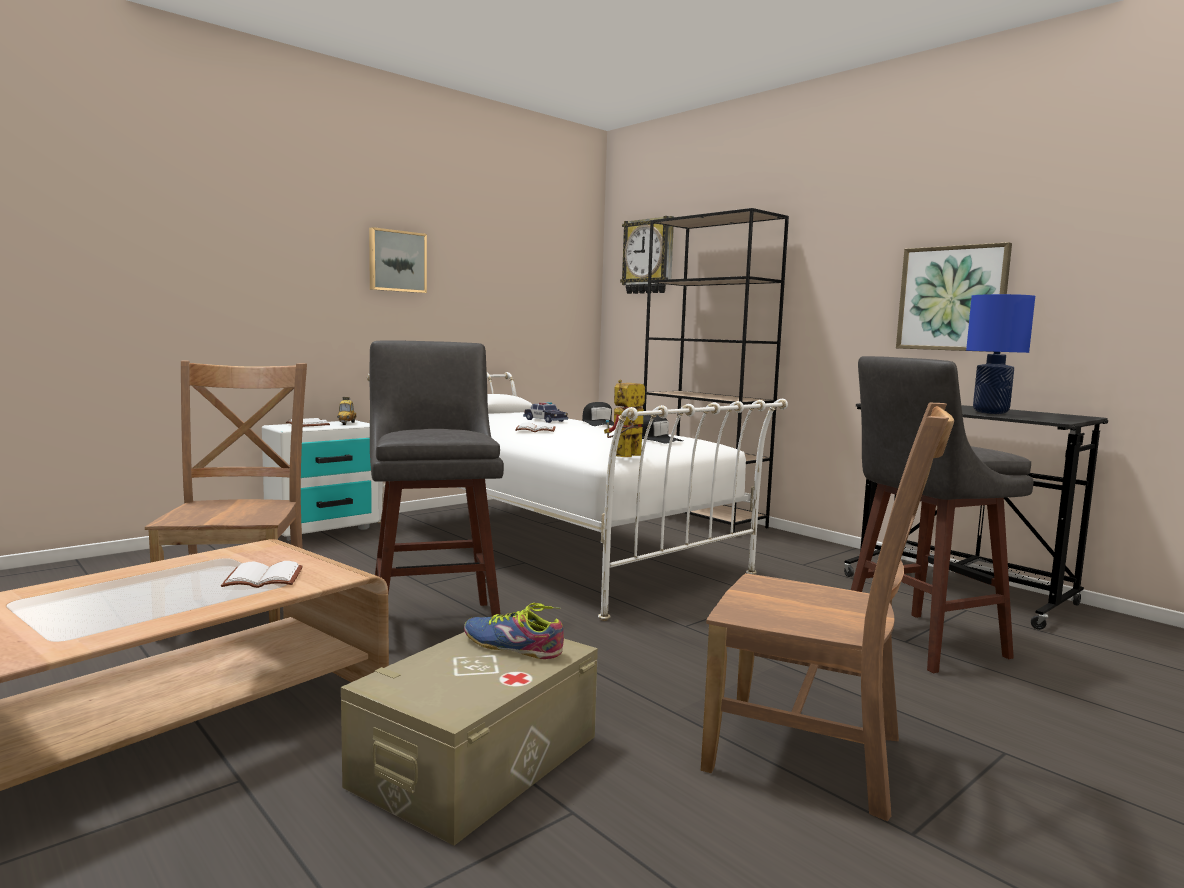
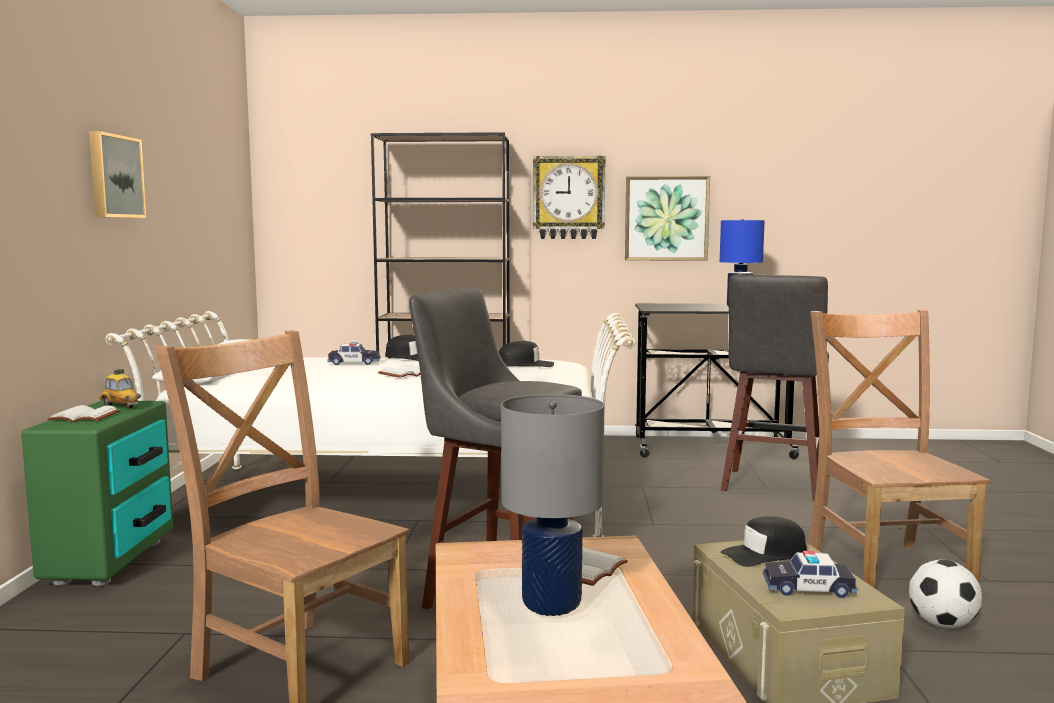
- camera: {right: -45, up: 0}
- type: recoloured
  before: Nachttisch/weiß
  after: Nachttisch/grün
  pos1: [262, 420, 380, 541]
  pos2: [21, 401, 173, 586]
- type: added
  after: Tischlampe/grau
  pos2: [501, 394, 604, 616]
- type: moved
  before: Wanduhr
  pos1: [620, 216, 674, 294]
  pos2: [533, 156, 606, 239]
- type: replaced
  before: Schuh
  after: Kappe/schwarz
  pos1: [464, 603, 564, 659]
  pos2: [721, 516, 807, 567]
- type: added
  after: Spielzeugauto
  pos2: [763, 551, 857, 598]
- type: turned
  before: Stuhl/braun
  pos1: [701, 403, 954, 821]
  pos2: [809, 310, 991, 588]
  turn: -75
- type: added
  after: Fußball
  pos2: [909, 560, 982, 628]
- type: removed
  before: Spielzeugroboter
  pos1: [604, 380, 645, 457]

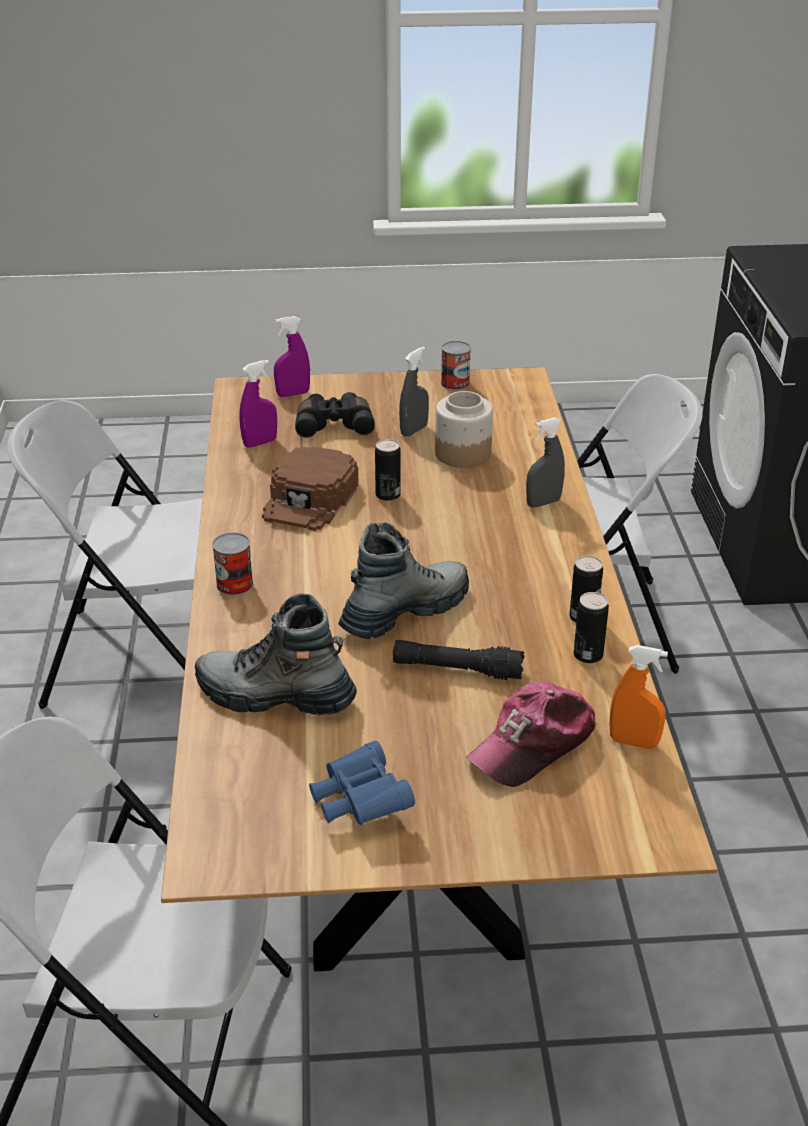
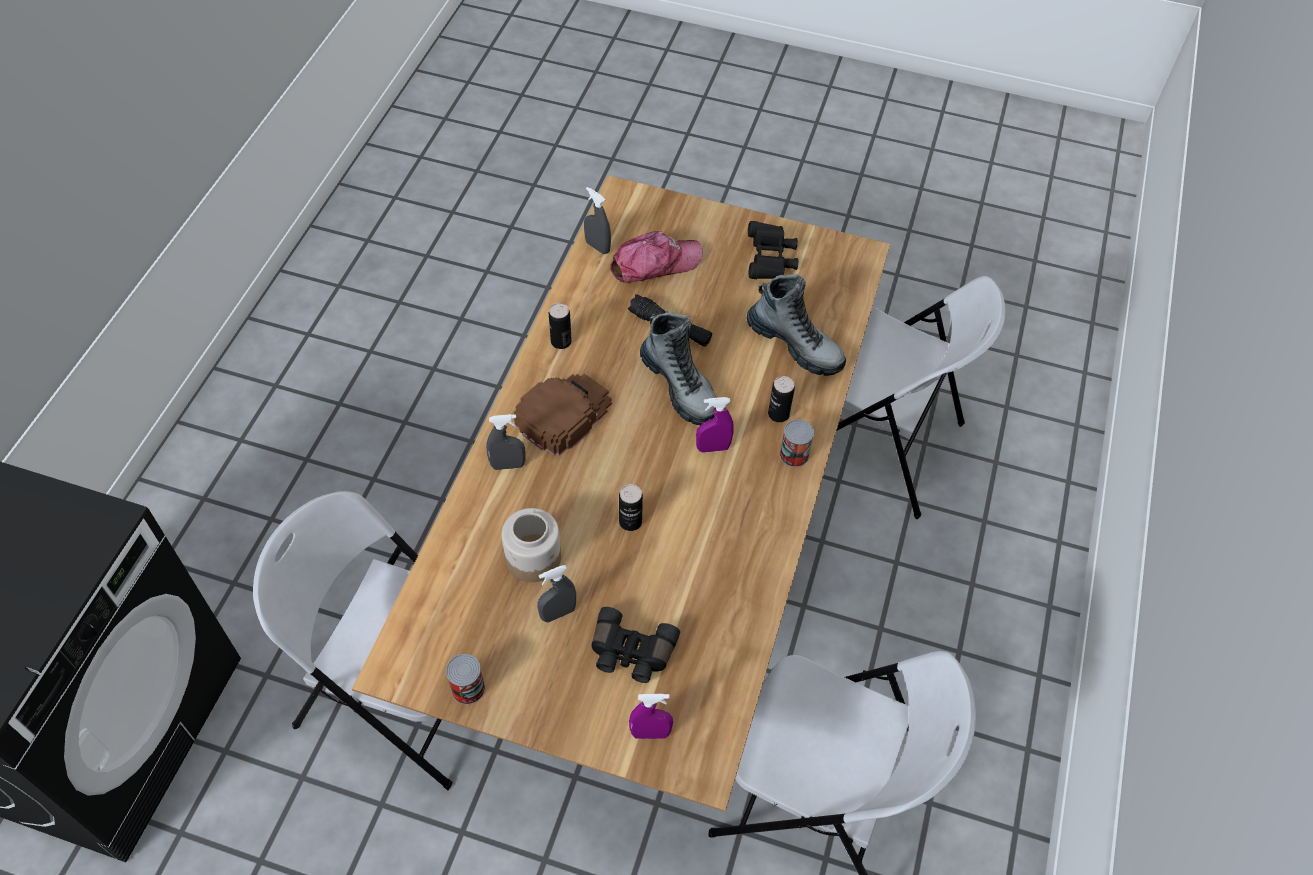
- camera: {right: -160, up: 20}
- type: moved
  before: Kappe/braun
  pos1: [262, 446, 358, 531]
  pos2: [514, 374, 612, 456]
- type: recoloured
  before: Sprühflasche/orange
  after: Sprühflasche/grau
  pos1: [609, 645, 668, 749]
  pos2: [584, 187, 611, 254]
- type: turned
  before: Stiefel
  pos1: [338, 522, 469, 639]
  pos2: [640, 312, 717, 425]
  turn: -105
- type: moved
  before: Sprühflasche/lila
  pos1: [239, 360, 277, 448]
  pos2: [696, 397, 734, 453]
- type: recoloured
  before: Fernglas/blau
  after: Fernglas/schwarz
  pos1: [309, 741, 415, 825]
  pos2: [748, 221, 798, 279]
- type: moved
  before: Dose
  pos1: [574, 592, 609, 663]
  pos2: [768, 376, 795, 422]

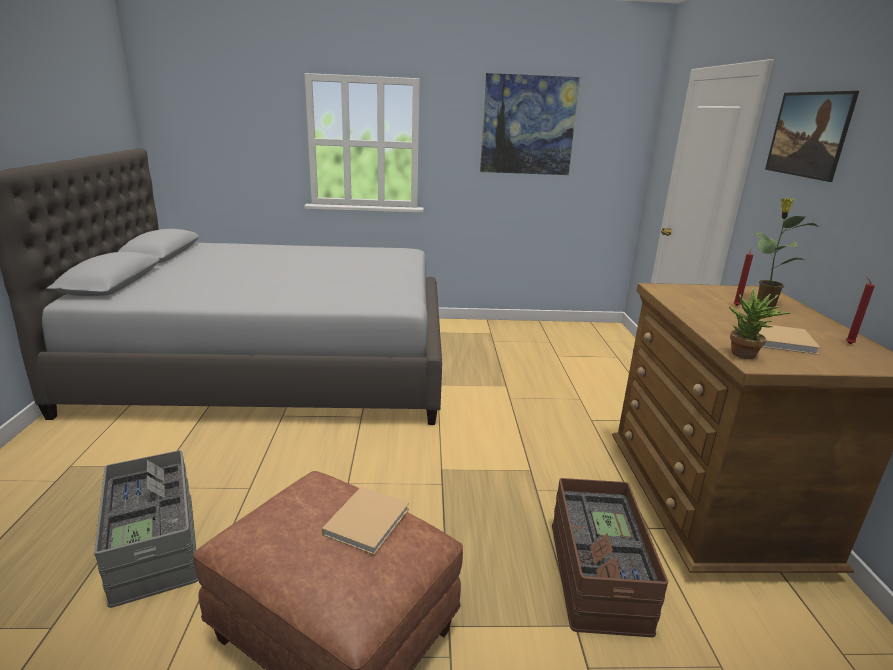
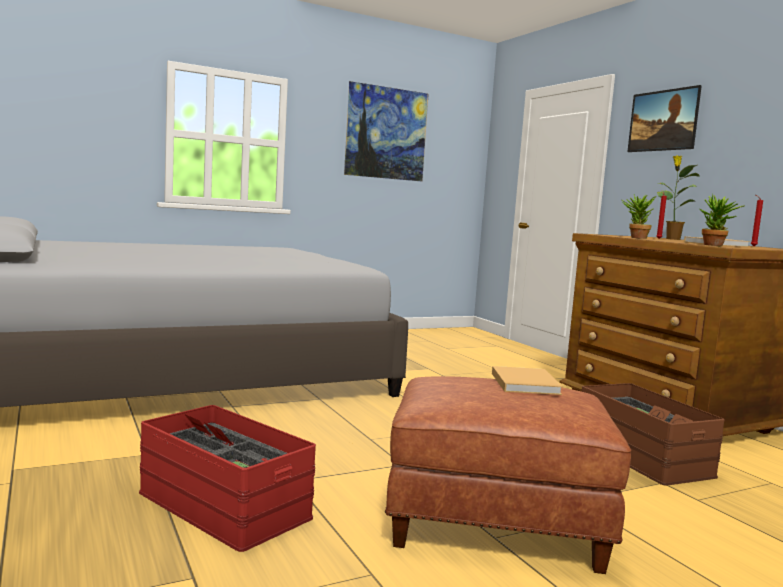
- camera: {right: -25, up: -15}
- type: recoloured
  before: Aufbewahrungsbox/grau
  after: Aufbewahrungsbox/rot
  pos1: [93, 450, 198, 608]
  pos2: [139, 405, 316, 552]
- type: added
  after: Topfpflanze
  pos2: [622, 194, 656, 239]

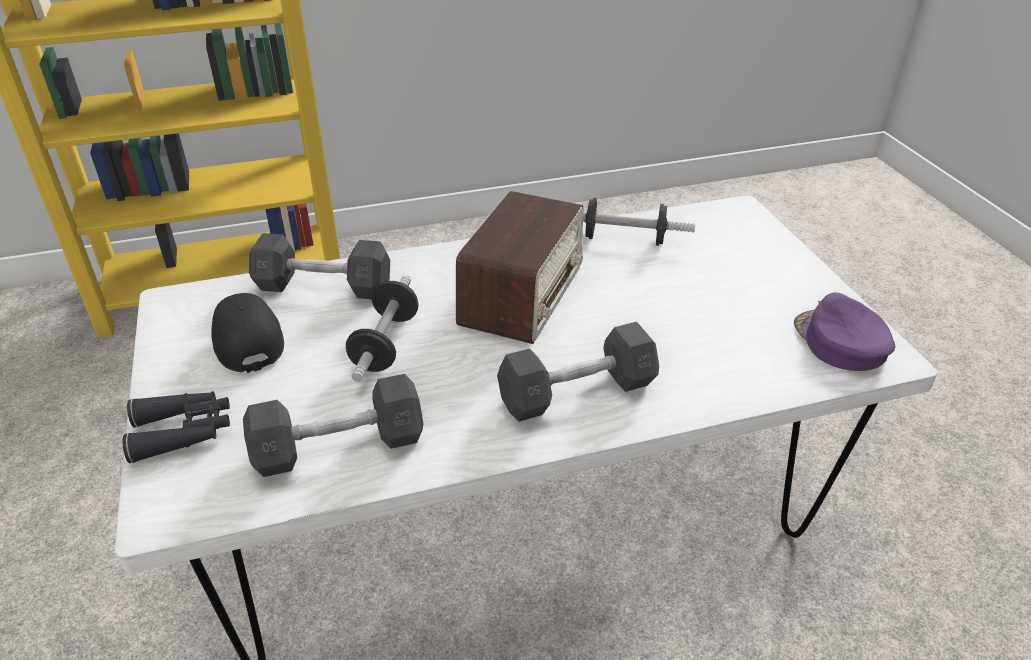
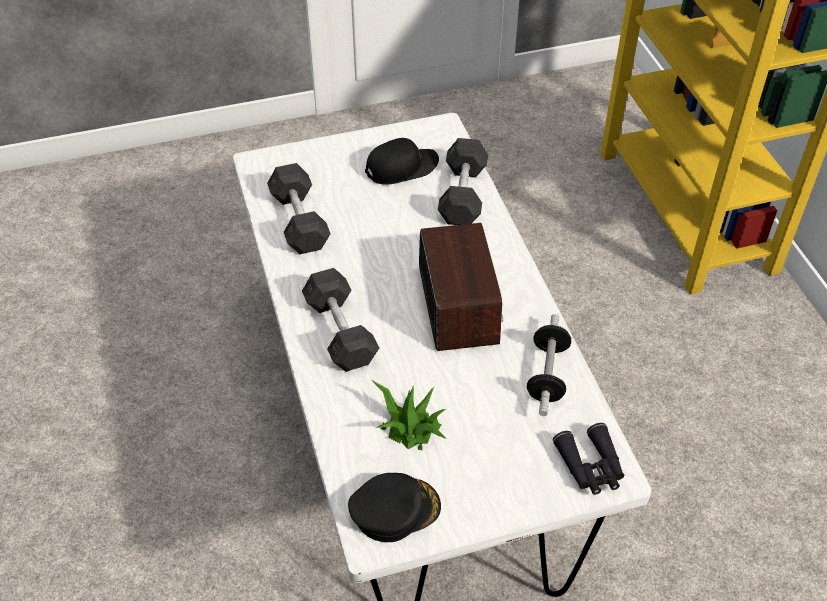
- camera: {right: 90, up: 10}
- type: recoloured
  before: Kappe/lila
  after: Kappe/schwarz
  pos1: [794, 292, 896, 371]
  pos2: [348, 473, 441, 542]
- type: added
  after: Topfpflanze
  pos2: [371, 379, 447, 450]
- type: turned
  before: Radio
  pos1: [456, 191, 583, 344]
  pos2: [419, 223, 503, 351]
  turn: -120
- type: moved
  before: Fernglas/schwarz
  pos1: [123, 391, 230, 463]
  pos2: [553, 423, 624, 495]
- type: removed
  before: Hantel
  pos1: [346, 276, 419, 382]

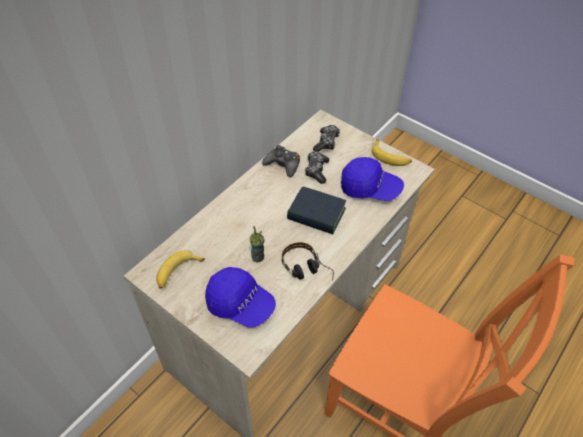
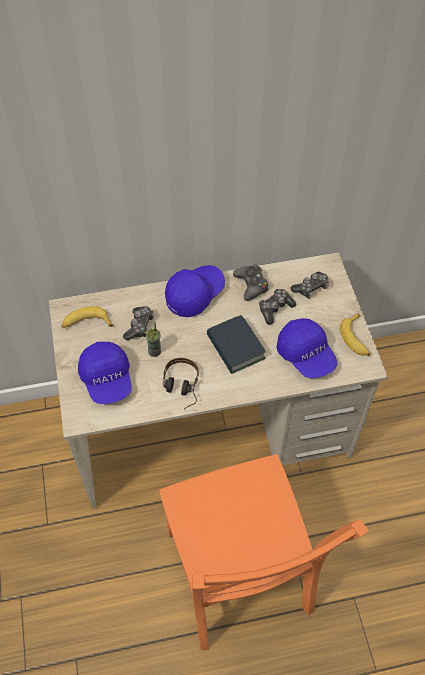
- camera: {right: 40, up: 5}
- type: added
  after: Gamepad
  pos2: [123, 306, 154, 340]
- type: added
  after: Kappe/blau
  pos2: [165, 265, 225, 317]

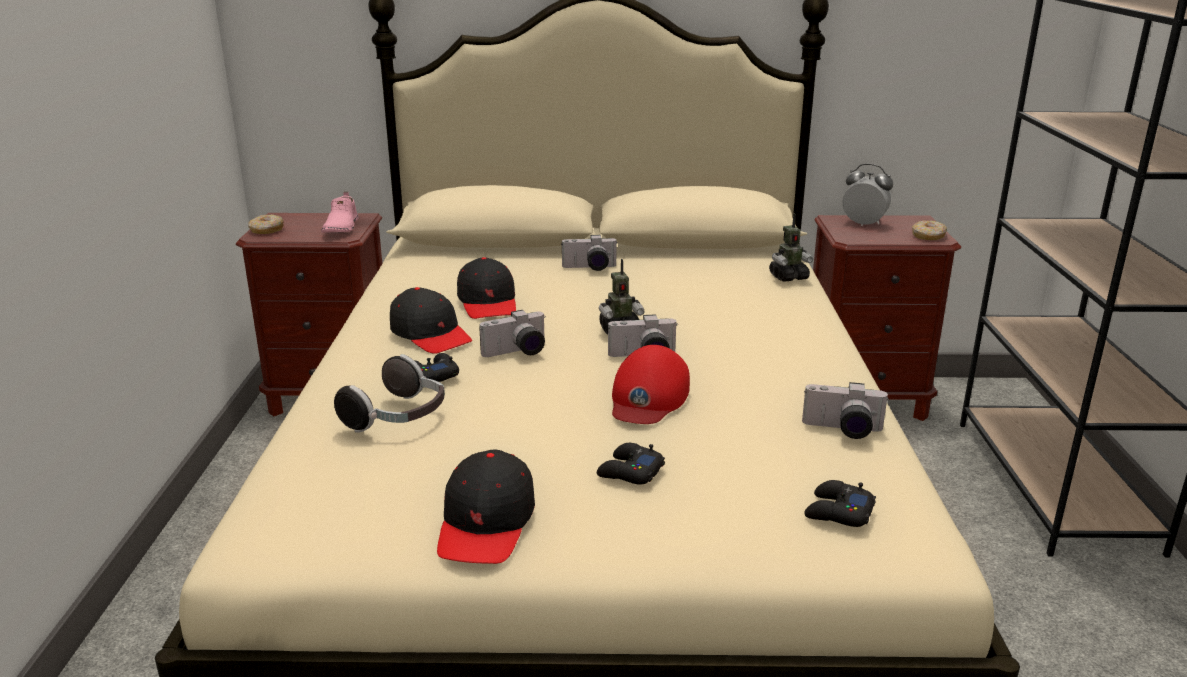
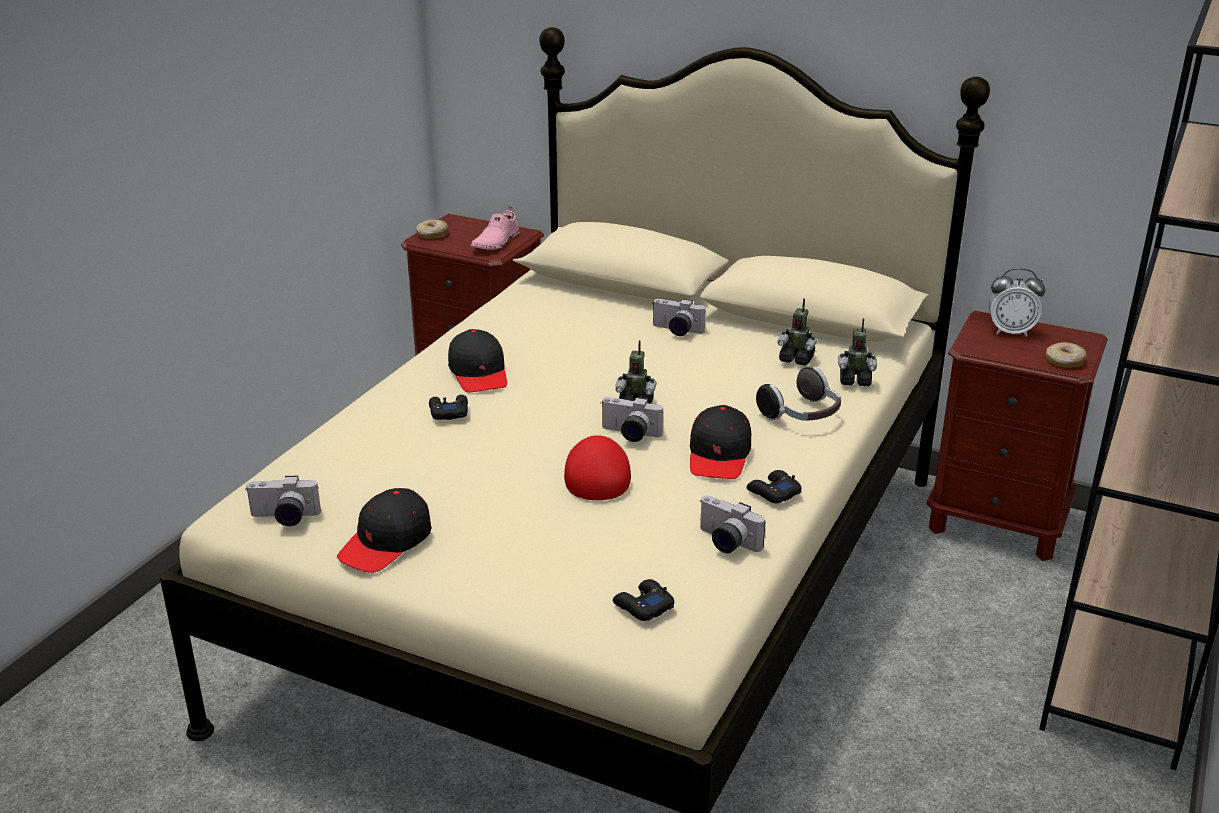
- camera: {right: 25, up: 5}
- type: moved
  before: Kamera
  pos1: [479, 310, 546, 357]
  pos2: [245, 476, 321, 526]
- type: turned
  before: Kappe/rot
  pos1: [612, 345, 690, 424]
  pos2: [564, 435, 631, 500]
  turn: 135
- type: moved
  before: Kappe/schwarz
  pos1: [457, 257, 516, 319]
  pos2: [690, 405, 751, 479]
- type: moved
  before: Gamepad/schwarz
  pos1: [597, 443, 665, 485]
  pos2: [747, 470, 802, 503]
- type: moved
  before: Kopfhörer
  pos1: [334, 354, 445, 433]
  pos2: [756, 367, 841, 421]
- type: added
  after: Spielzeugroboter
  pos2: [777, 298, 817, 365]
- type: turned
  before: Wecker
  pos1: [843, 164, 893, 226]
  pos2: [989, 268, 1046, 337]
  turn: 135

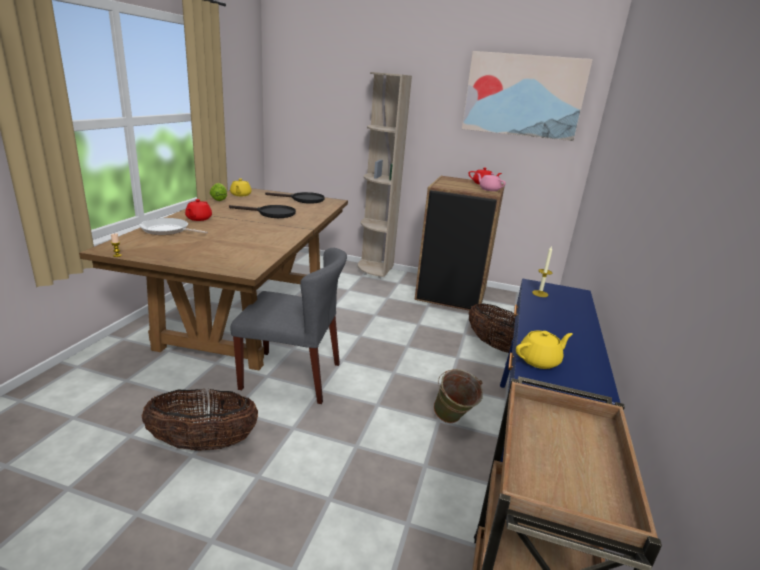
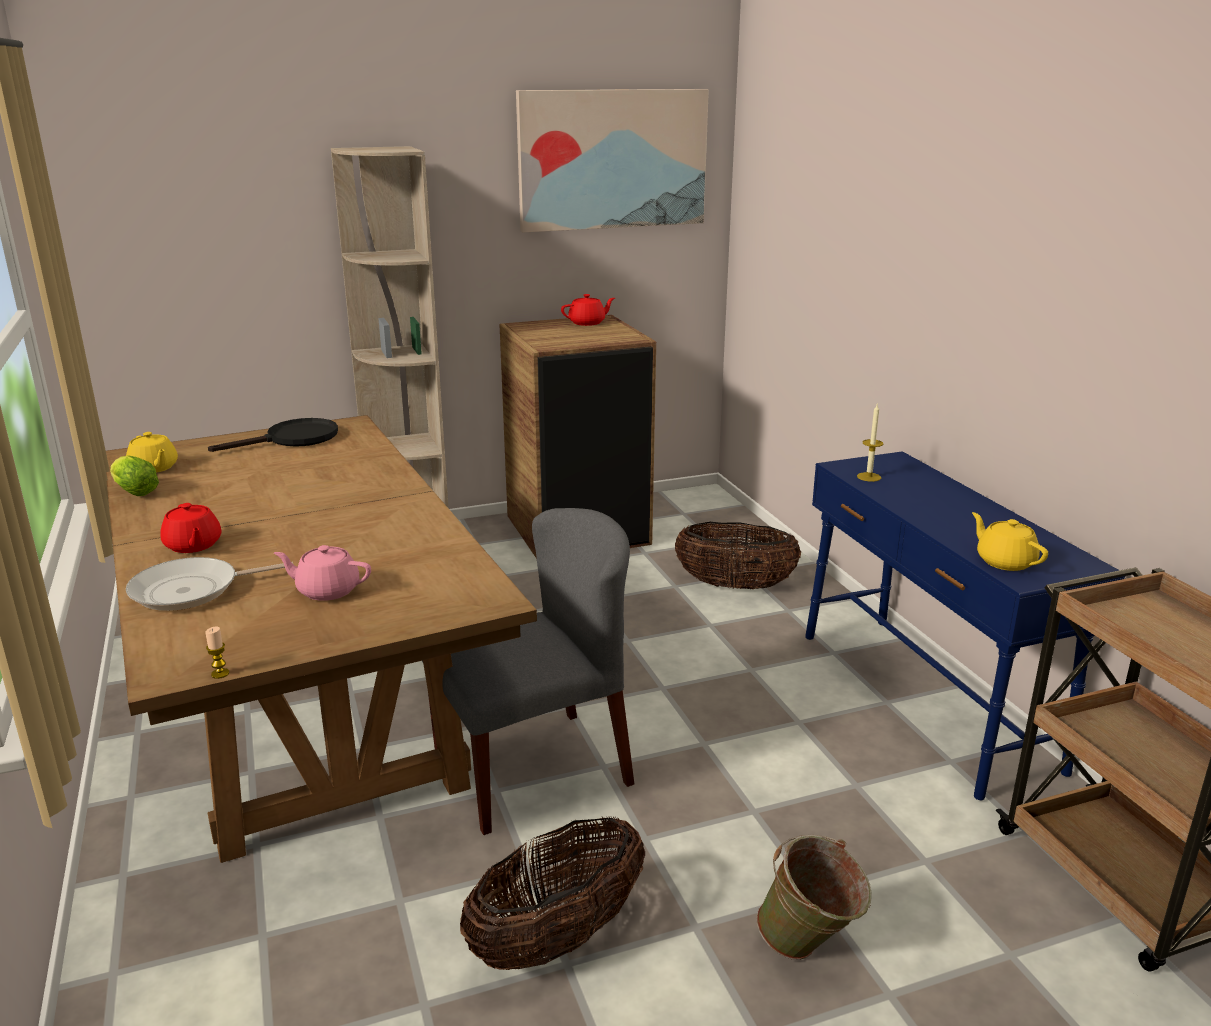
- camera: {right: -35, up: 0}
- type: moved
  before: Teekanne/rosa
  pos1: [477, 173, 506, 191]
  pos2: [274, 545, 371, 601]
- type: moved
  before: Eimer/grün
  pos1: [433, 369, 483, 423]
  pos2: [757, 835, 872, 960]
- type: turned
  before: Teekanne/gelb
  pos1: [516, 331, 573, 369]
  pos2: [972, 512, 1048, 571]
  turn: -60
- type: removed
  before: Pfanne/schwarz
  pos1: [229, 205, 296, 218]

